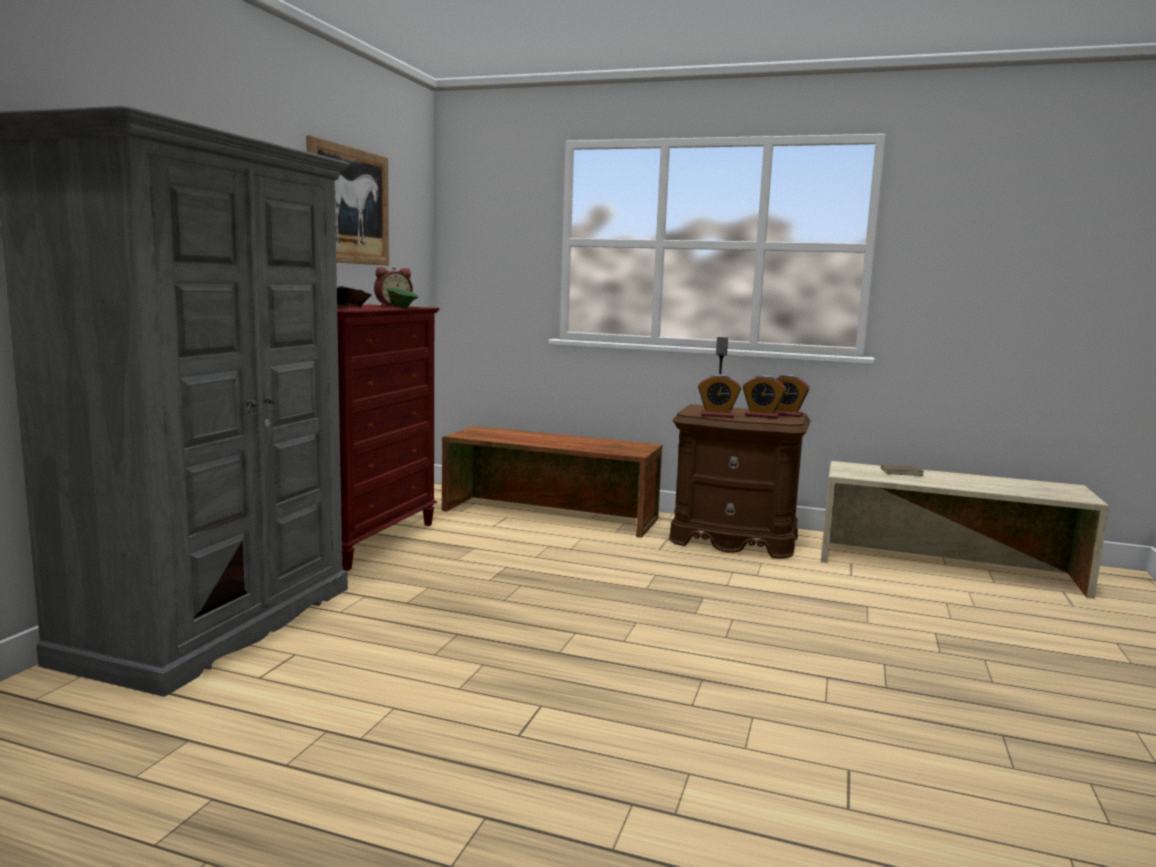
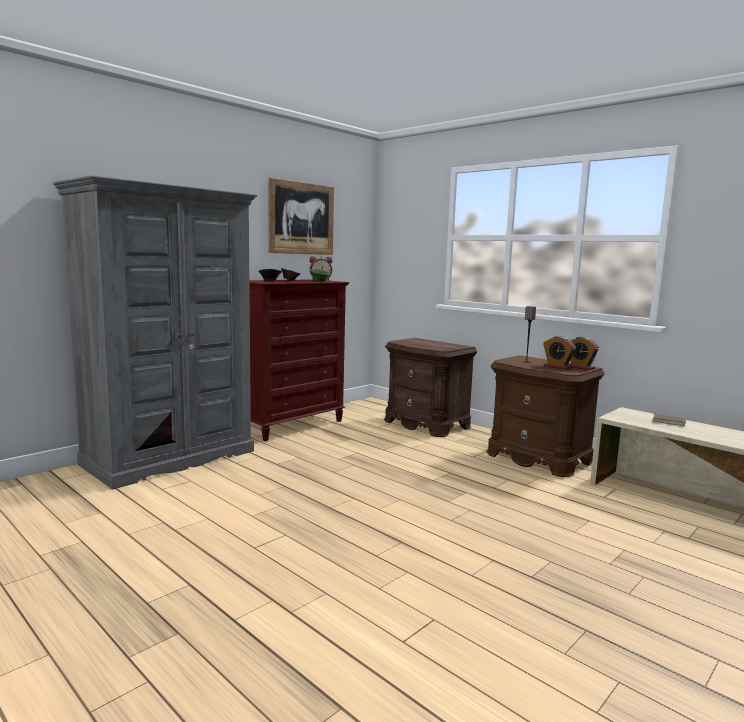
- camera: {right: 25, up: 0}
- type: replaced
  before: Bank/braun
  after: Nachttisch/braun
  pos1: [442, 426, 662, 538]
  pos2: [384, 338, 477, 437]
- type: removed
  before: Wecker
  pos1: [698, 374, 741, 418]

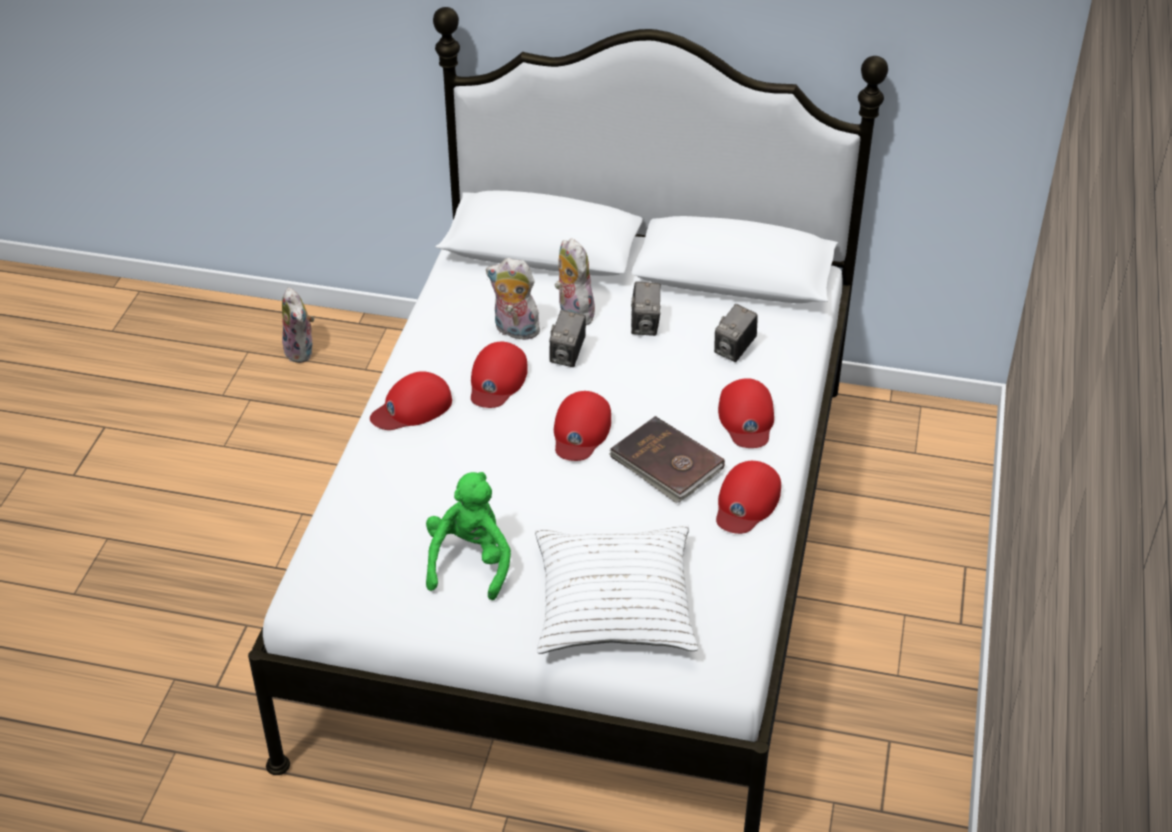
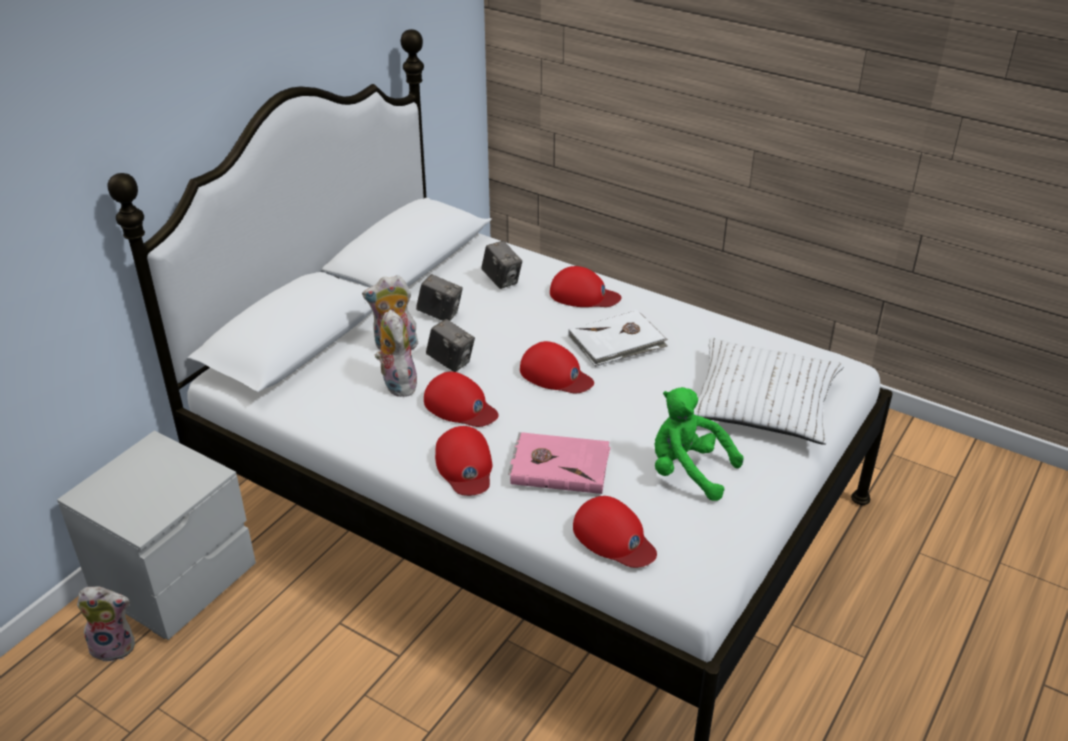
- camera: {right: -70, up: -5}
- type: added
  after: Nachttisch/weiß
  pos2: [57, 430, 256, 640]
- type: turned
  before: Plüschtier
  pos1: [486, 258, 544, 340]
  pos2: [375, 309, 417, 397]
  turn: 120
- type: added
  after: Buch/rosa
  pos2: [508, 432, 611, 494]
- type: recoloured
  before: Buch/braun
  after: Buch/weiß
  pos1: [609, 416, 725, 503]
  pos2: [568, 309, 668, 367]
- type: moved
  before: Kappe/rot
  pos1: [716, 461, 781, 534]
  pos2: [573, 496, 657, 568]

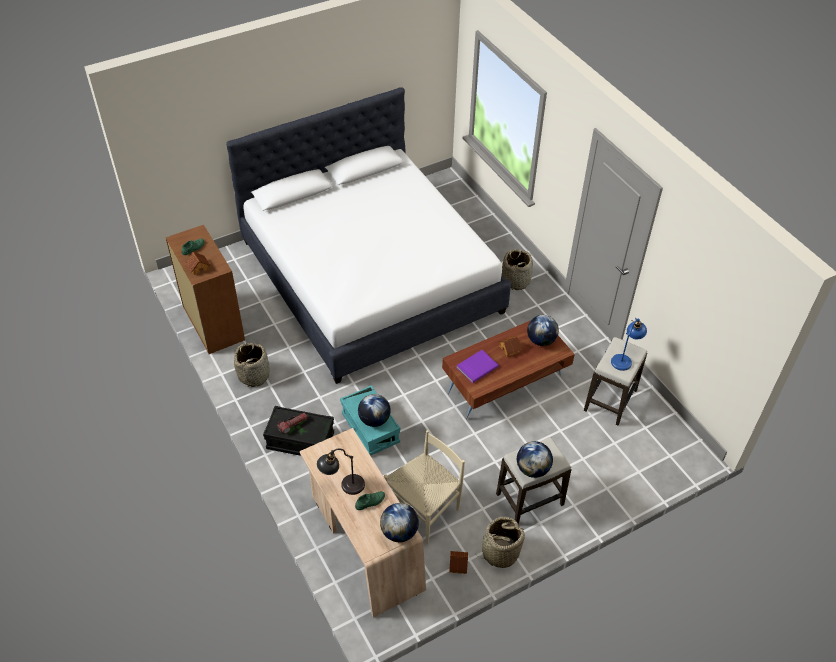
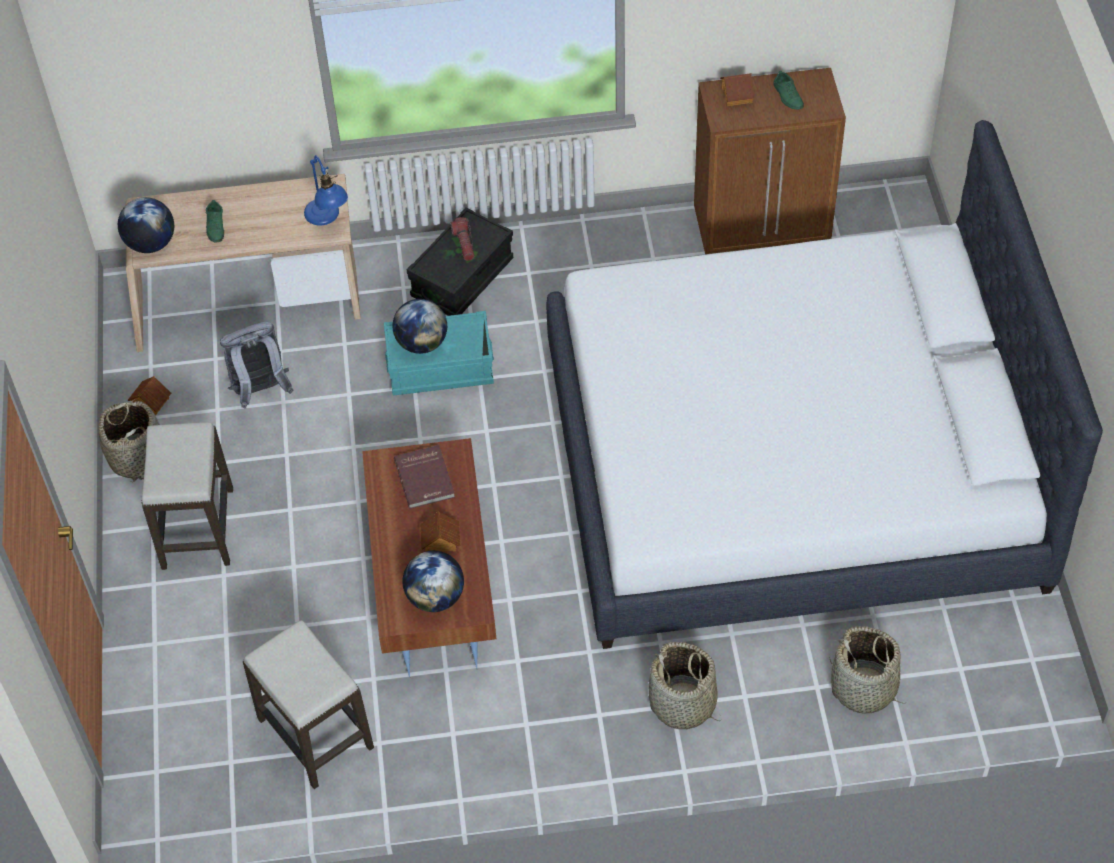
- camera: {right: 115, up: 5}
- type: replaced
  before: Stuhl/beige
  after: Rucksack/grau
  pos1: [384, 430, 465, 544]
  pos2: [220, 321, 293, 408]
- type: moved
  before: Tischlampe/blau
  pos1: [611, 318, 647, 371]
  pos2: [304, 155, 348, 225]
- type: recoloured
  before: Buch/lila
  after: Buch/rot
  pos1: [456, 350, 499, 383]
  pos2: [394, 445, 455, 509]
- type: moved
  before: Korb
  pos1: [234, 343, 270, 387]
  pos2: [829, 626, 907, 713]
- type: removed
  before: Tischlampe/grau
  pos1: [317, 449, 365, 495]
- type: removed
  before: Globus
  pos1: [517, 441, 553, 478]

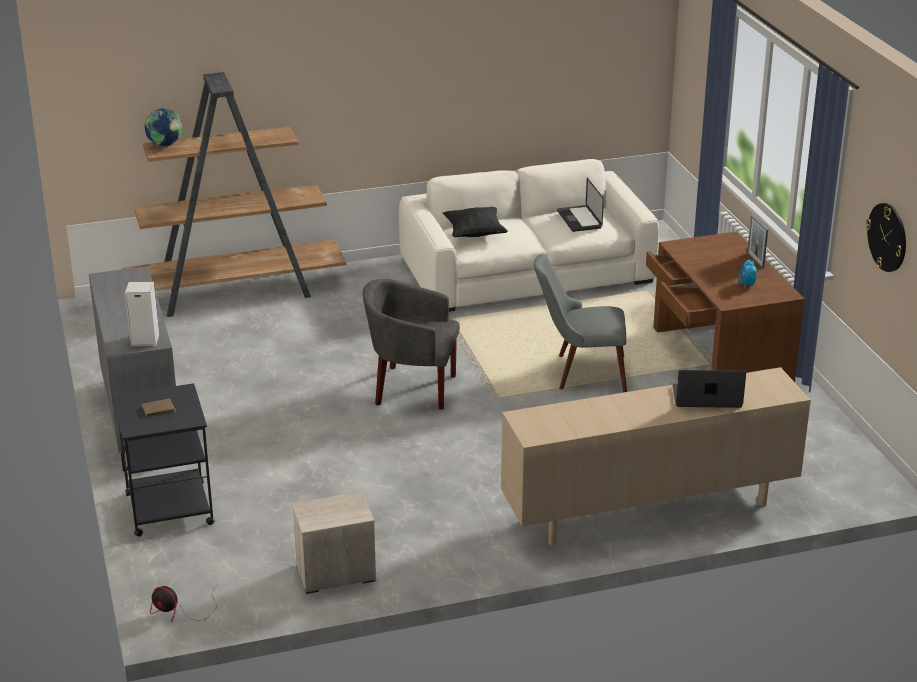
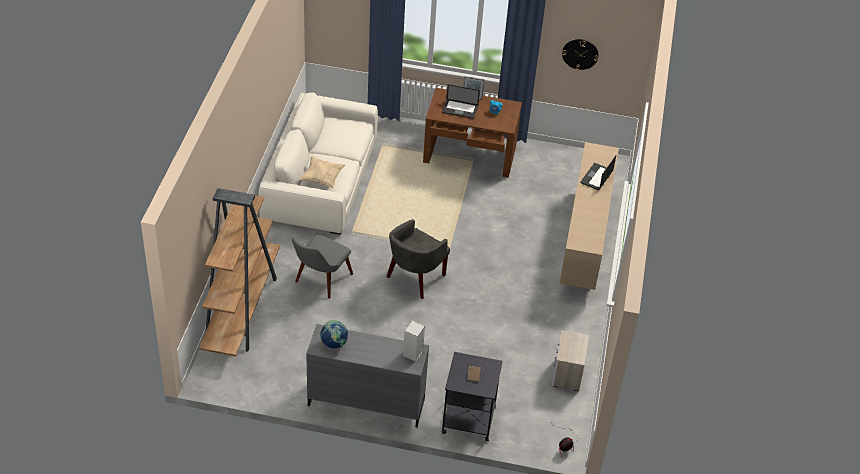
- camera: {right: -65, up: 15}
- type: moved
  before: Stuhl/grau
  pos1: [534, 254, 627, 392]
  pos2: [292, 235, 353, 299]
- type: recoloured
  before: Kissen/schwarz
  after: Kissen/beige
  pos1: [443, 207, 508, 237]
  pos2: [299, 156, 345, 188]
- type: moved
  before: Globus
  pos1: [145, 108, 183, 147]
  pos2: [320, 320, 348, 348]
- type: moved
  before: Laptop
  pos1: [557, 178, 604, 232]
  pos2: [442, 84, 480, 119]

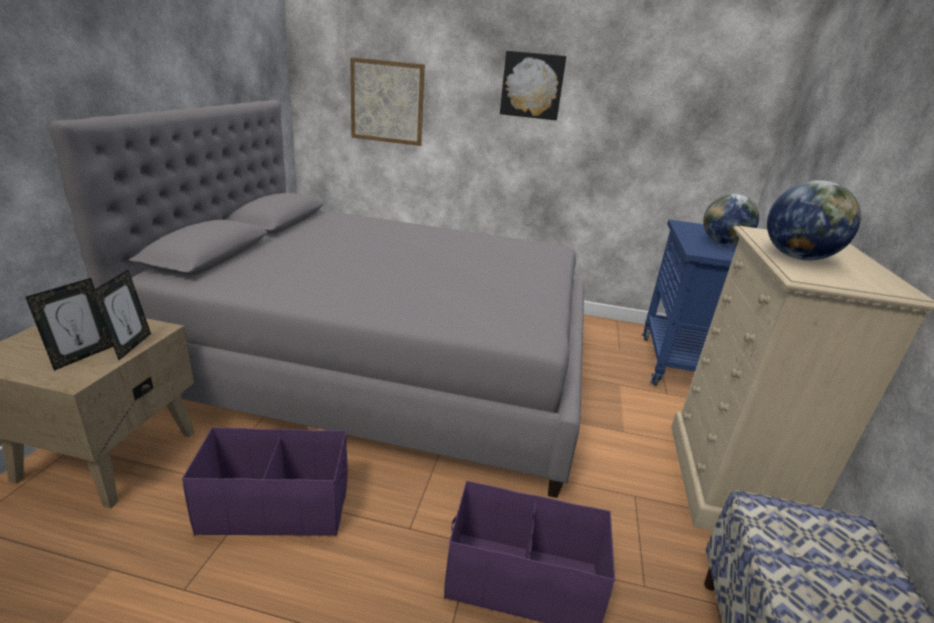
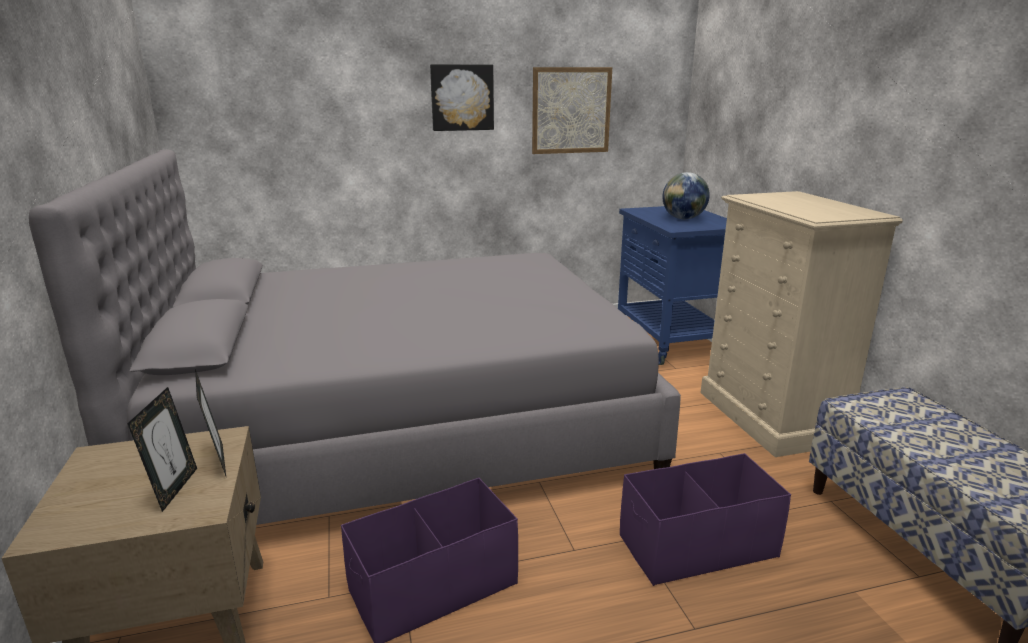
- camera: {right: -25, up: -5}
- type: moved
  before: Bild
  pos1: [350, 57, 425, 146]
  pos2: [532, 65, 612, 154]
- type: removed
  before: Globus
  pos1: [767, 180, 861, 260]

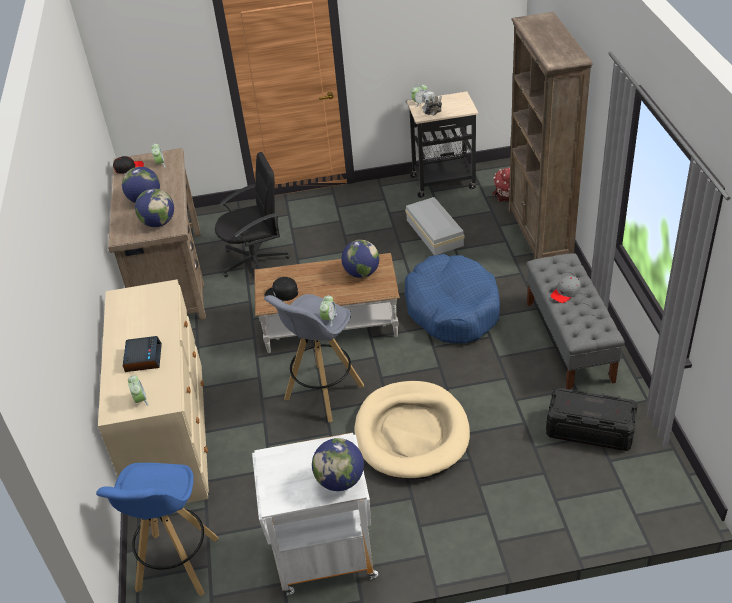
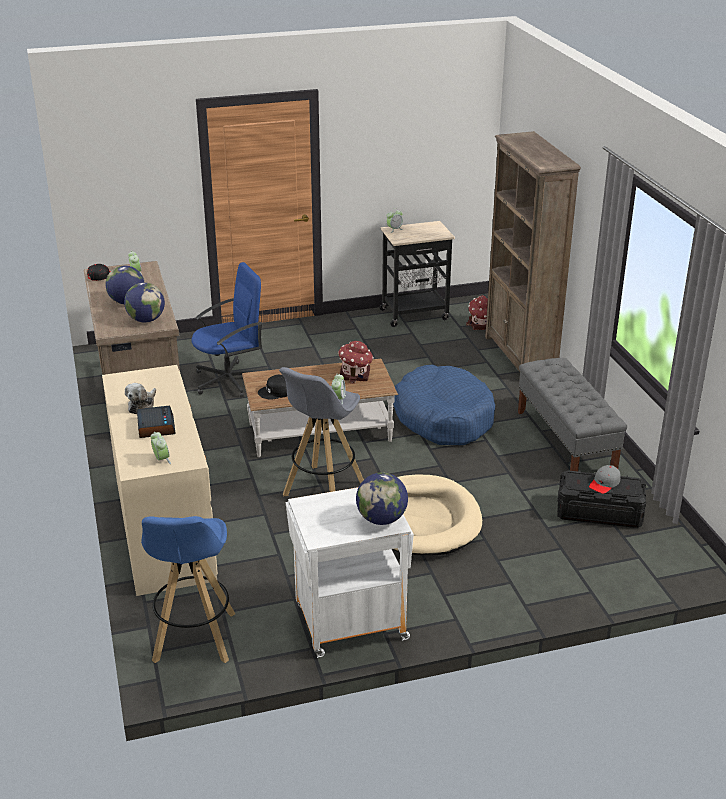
- camera: {right: -10, up: -10}
- type: moved
  before: Plüschtier
  pos1: [422, 91, 442, 115]
  pos2: [125, 383, 156, 414]
- type: recoloured
  before: Bürostuhl/schwarz
  after: Bürostuhl/blau
  pos1: [215, 152, 290, 277]
  pos2: [192, 262, 265, 397]
- type: replaced
  before: Globus
  after: Spielzeughaus
  pos1: [341, 240, 380, 278]
  pos2: [338, 341, 374, 384]
- type: moved
  before: Kappe/grau
  pos1: [550, 276, 581, 303]
  pos2: [589, 465, 621, 494]
- type: removed
  before: Aufbewahrungsbox/weiß
  pos1: [405, 197, 465, 255]

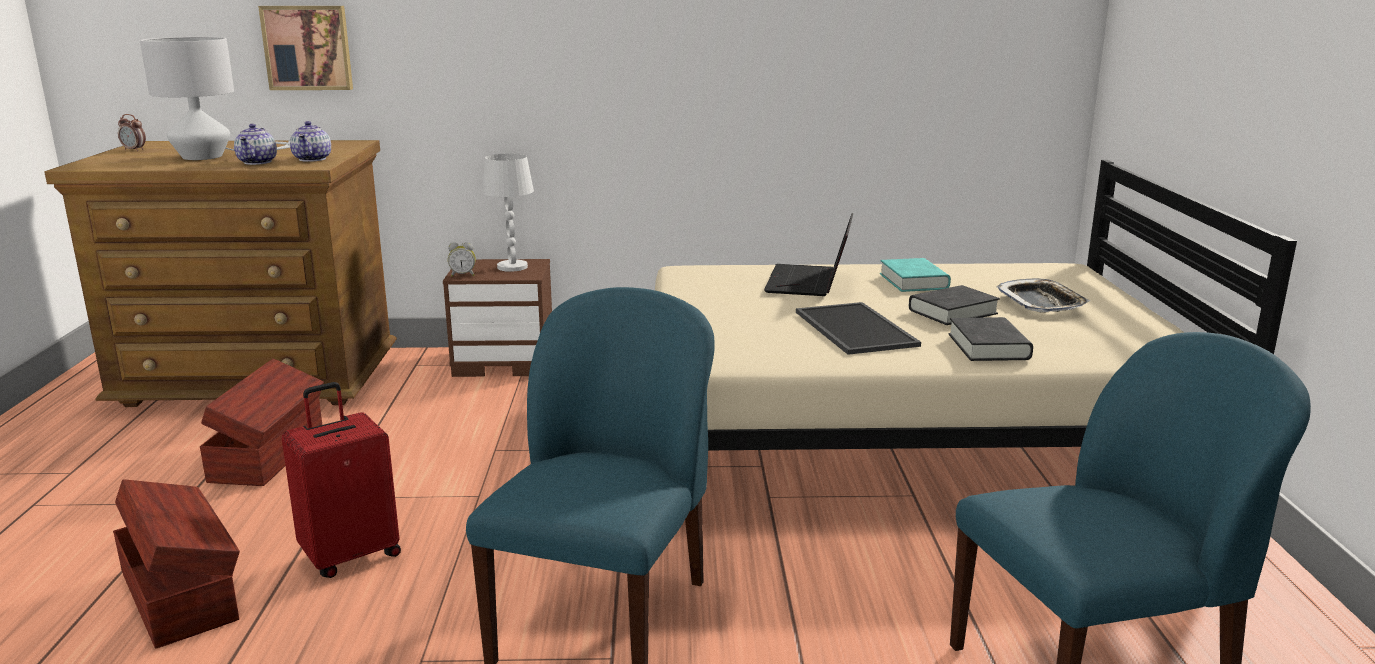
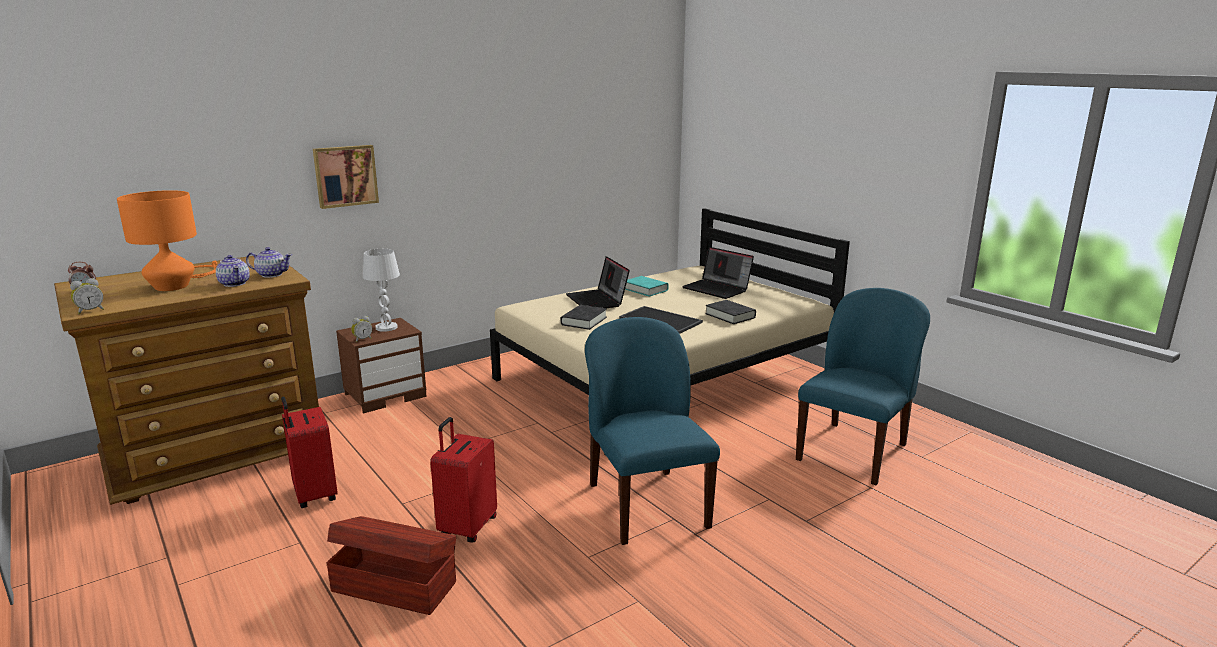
- camera: {right: -35, up: 0}
- type: added
  after: Wecker
  pos2: [70, 278, 104, 314]
- type: recoloured
  before: Tischlampe/weiß
  after: Tischlampe/orange
  pos1: [140, 37, 290, 160]
  pos2: [117, 190, 217, 291]
- type: turned
  before: Teekanne
  pos1: [290, 121, 331, 162]
  pos2: [246, 247, 292, 278]
  turn: -45
- type: replaced
  before: Aufbewahrungsbox/braun
  after: Koffer/rot
  pos1: [200, 359, 324, 486]
  pos2: [281, 397, 338, 508]
- type: moved
  before: Bild
  pos1: [258, 6, 353, 90]
  pos2: [313, 145, 379, 209]
- type: moved
  before: Buch/schwarz
  pos1: [909, 285, 1000, 325]
  pos2: [560, 305, 607, 330]
- type: replaced
  before: Tablett
  after: Laptop
  pos1: [996, 278, 1091, 313]
  pos2: [682, 247, 754, 299]

